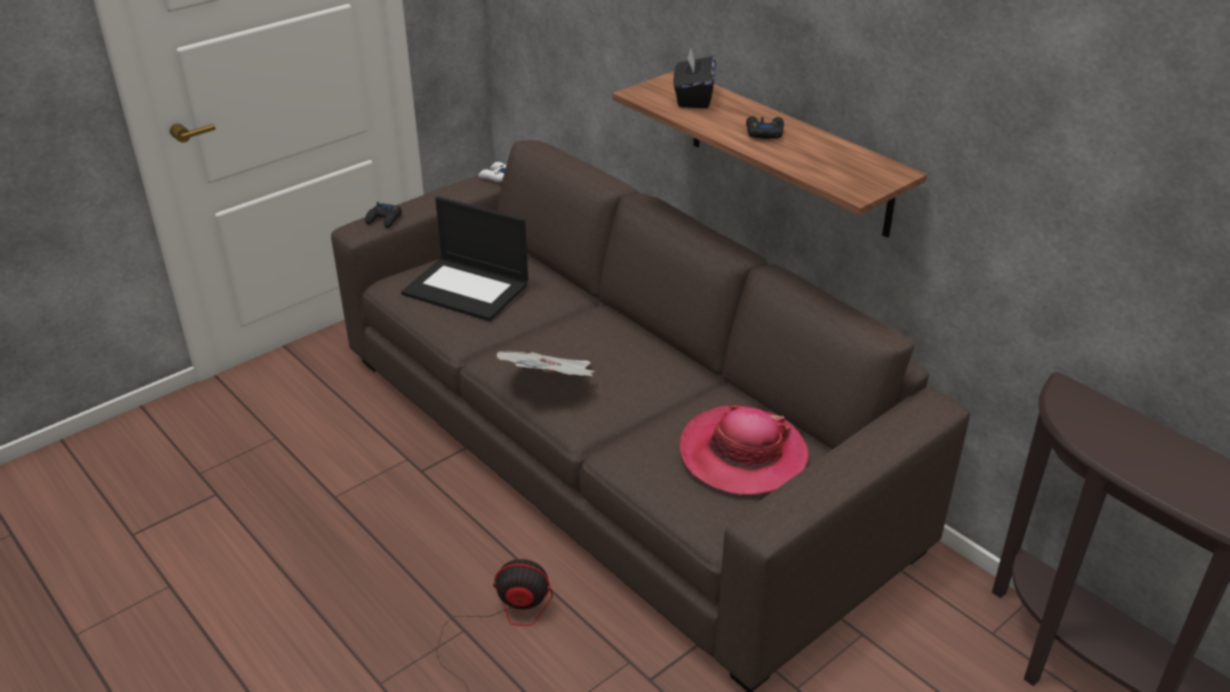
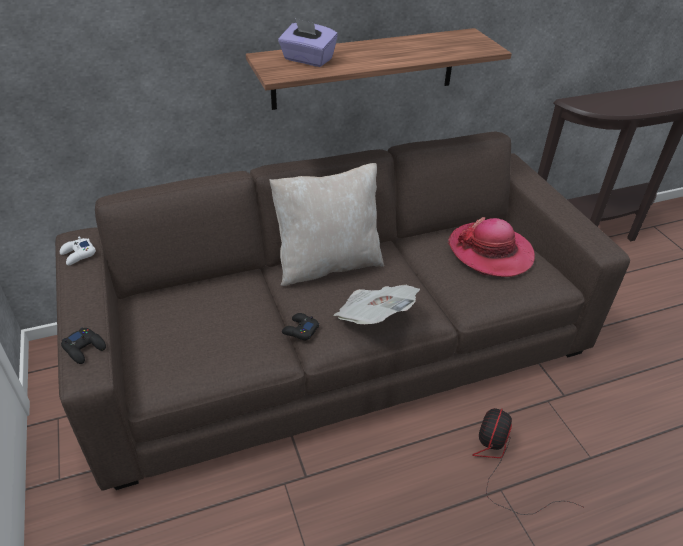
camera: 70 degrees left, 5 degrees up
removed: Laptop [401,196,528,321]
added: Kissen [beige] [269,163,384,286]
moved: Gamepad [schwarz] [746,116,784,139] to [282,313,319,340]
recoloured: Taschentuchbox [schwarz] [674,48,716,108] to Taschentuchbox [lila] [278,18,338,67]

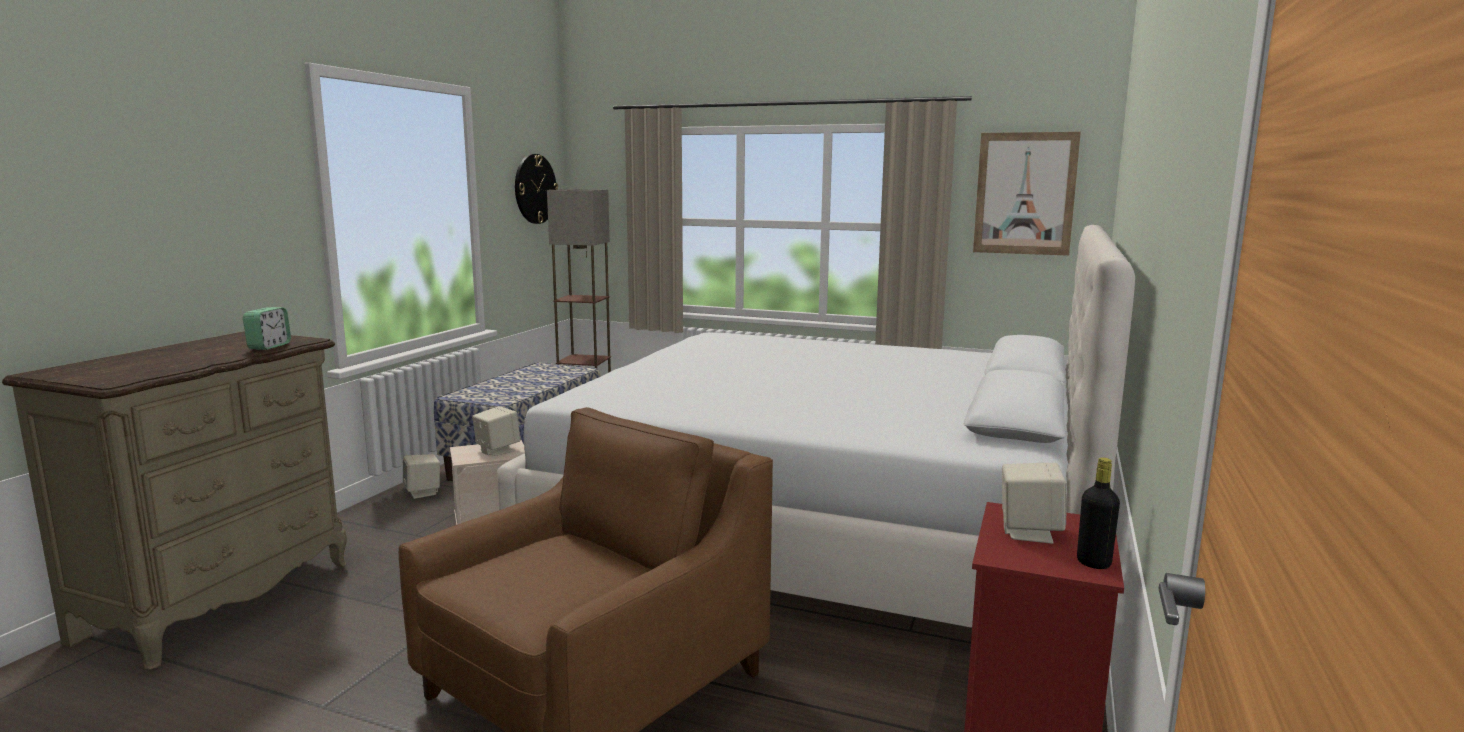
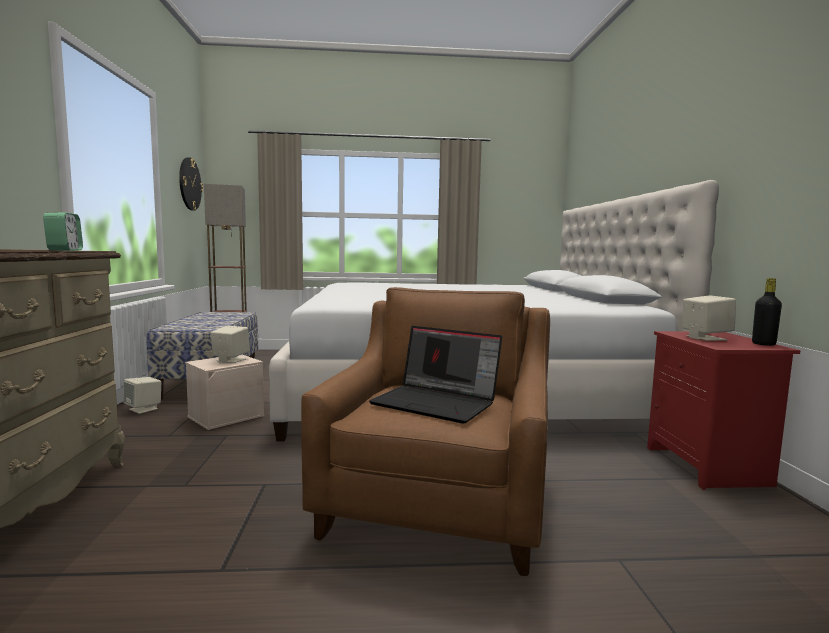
camera: 25 degrees left, 5 degrees down
removed: Bild [973,132,1081,256]
added: Laptop [369,326,502,424]

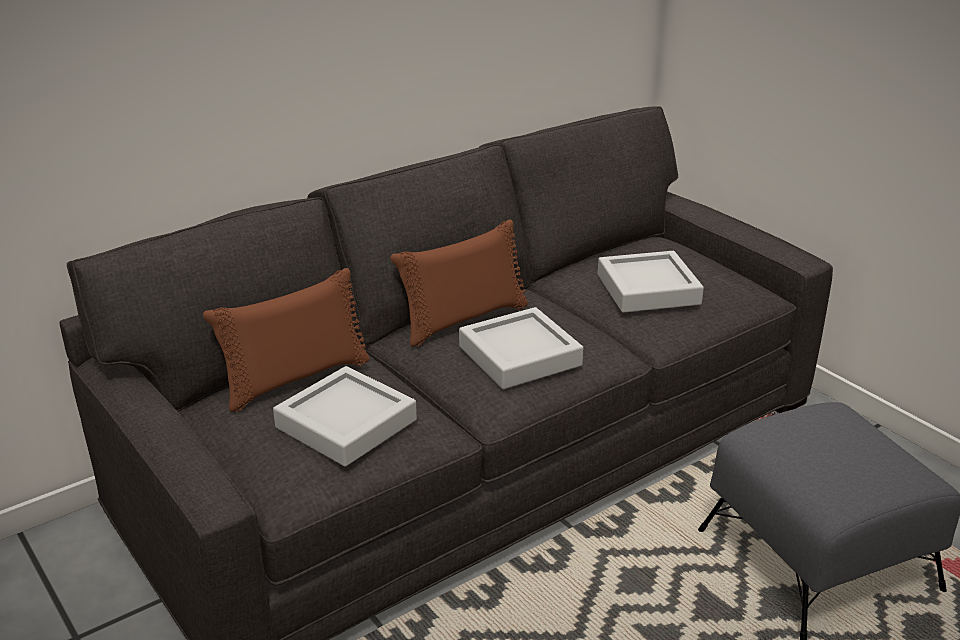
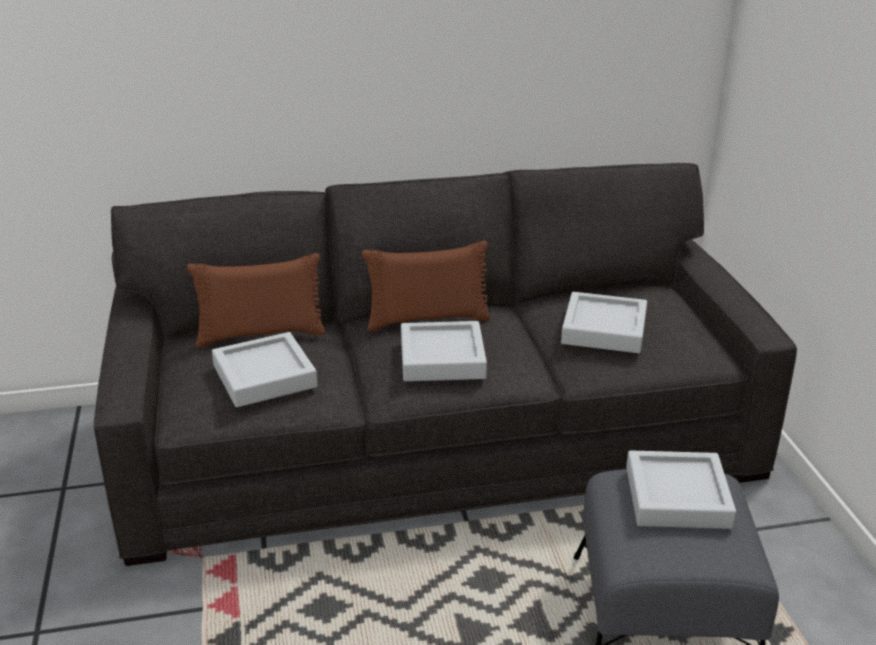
camera: 25 degrees right, 0 degrees up
added: Tablett [grau] [626,450,736,529]

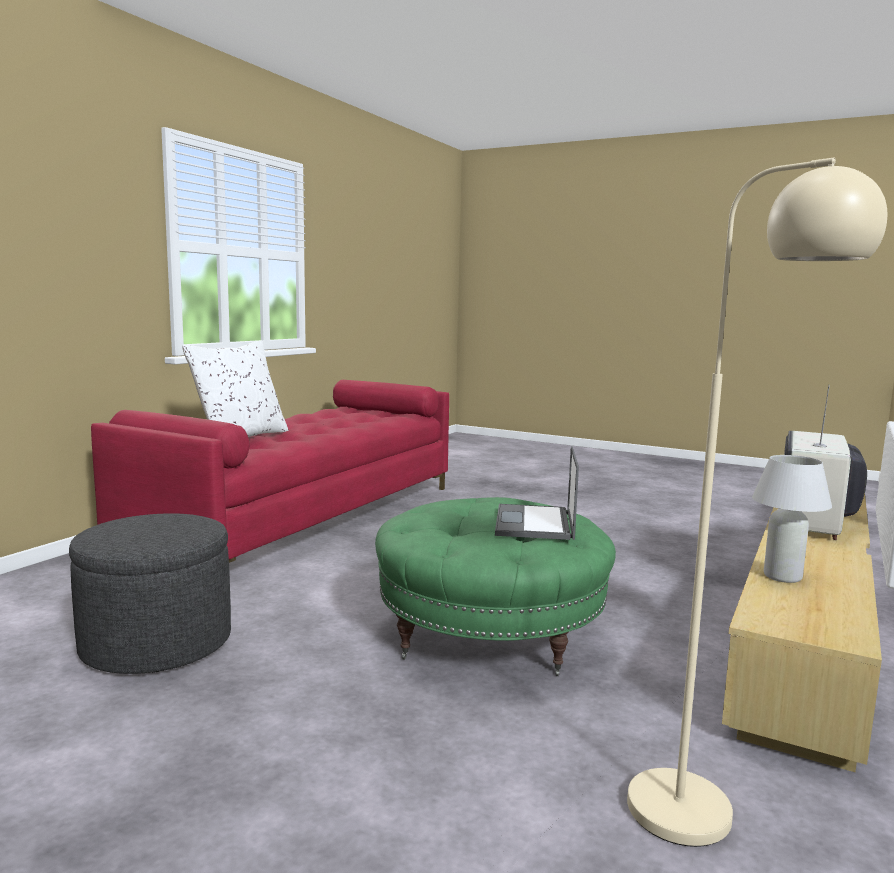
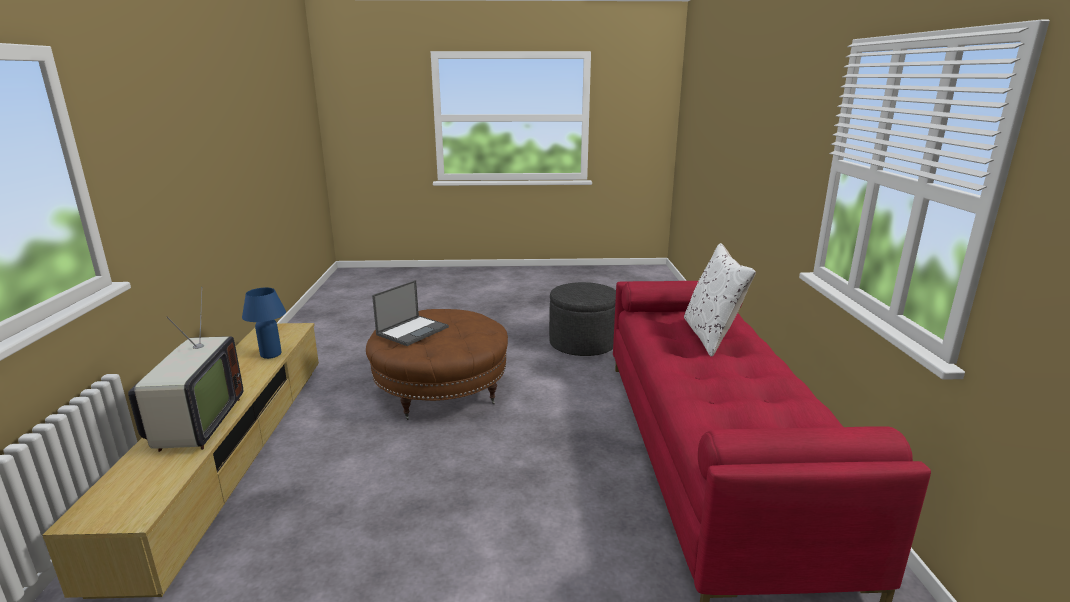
camera: 150 degrees right, 10 degrees up
removed: Stehlampe [beige] [627,157,887,847]
recoloured: Tischlampe [weiß] [752,455,832,583] to Tischlampe [blau] [242,288,286,359]; Polsterhocker [grün] [375,497,616,676] to Polsterhocker [braun] [366,309,508,420]
turned: Laptop [495,446,579,540] = [372,280,449,346] 60 degrees clockwise

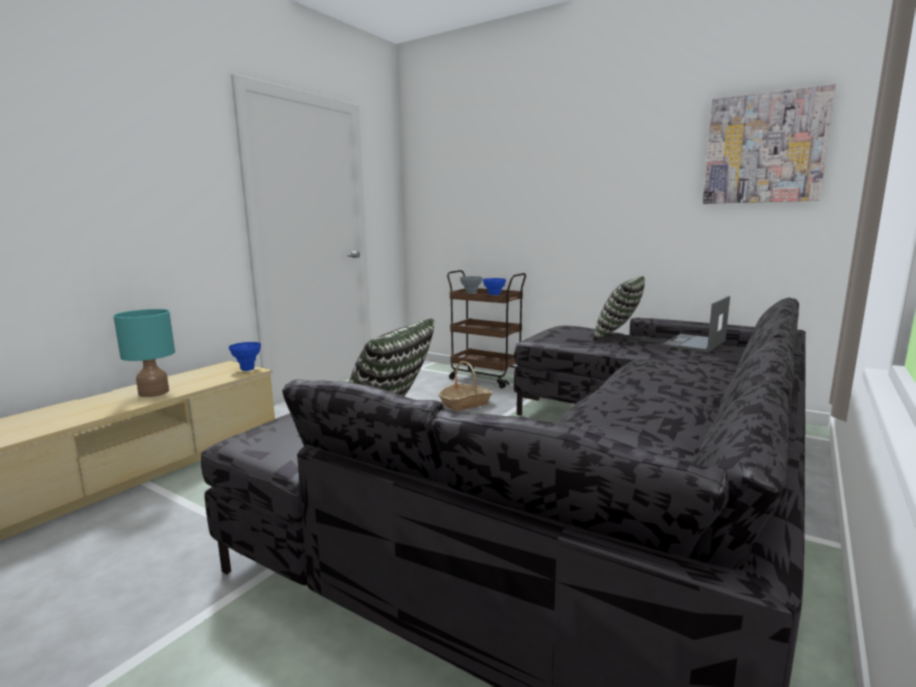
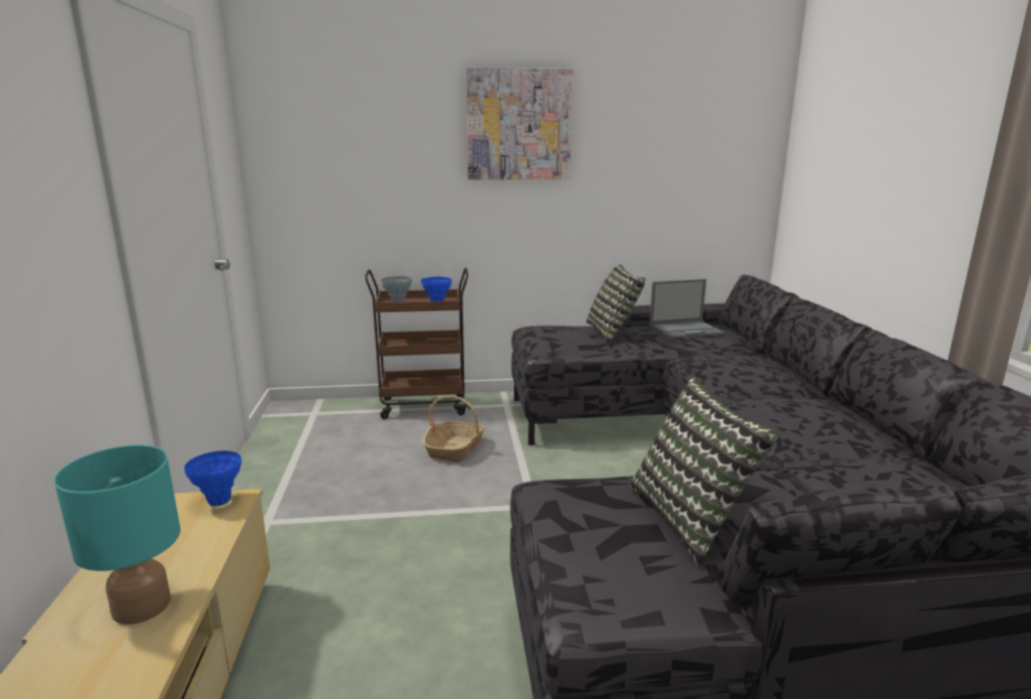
camera: 40 degrees left, 5 degrees up
moved: Bild [703,84,836,204] to [466,67,573,180]
turned: Laptop [661,296,730,353] = [649,279,725,339] 105 degrees counterclockwise

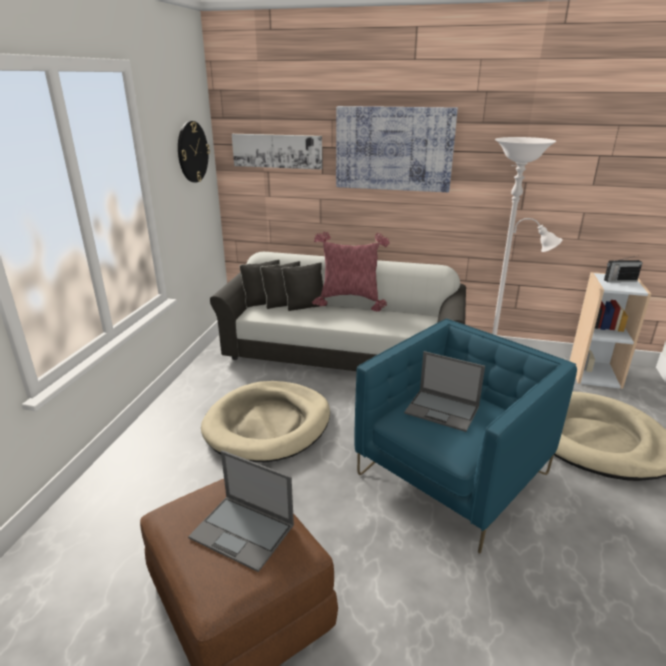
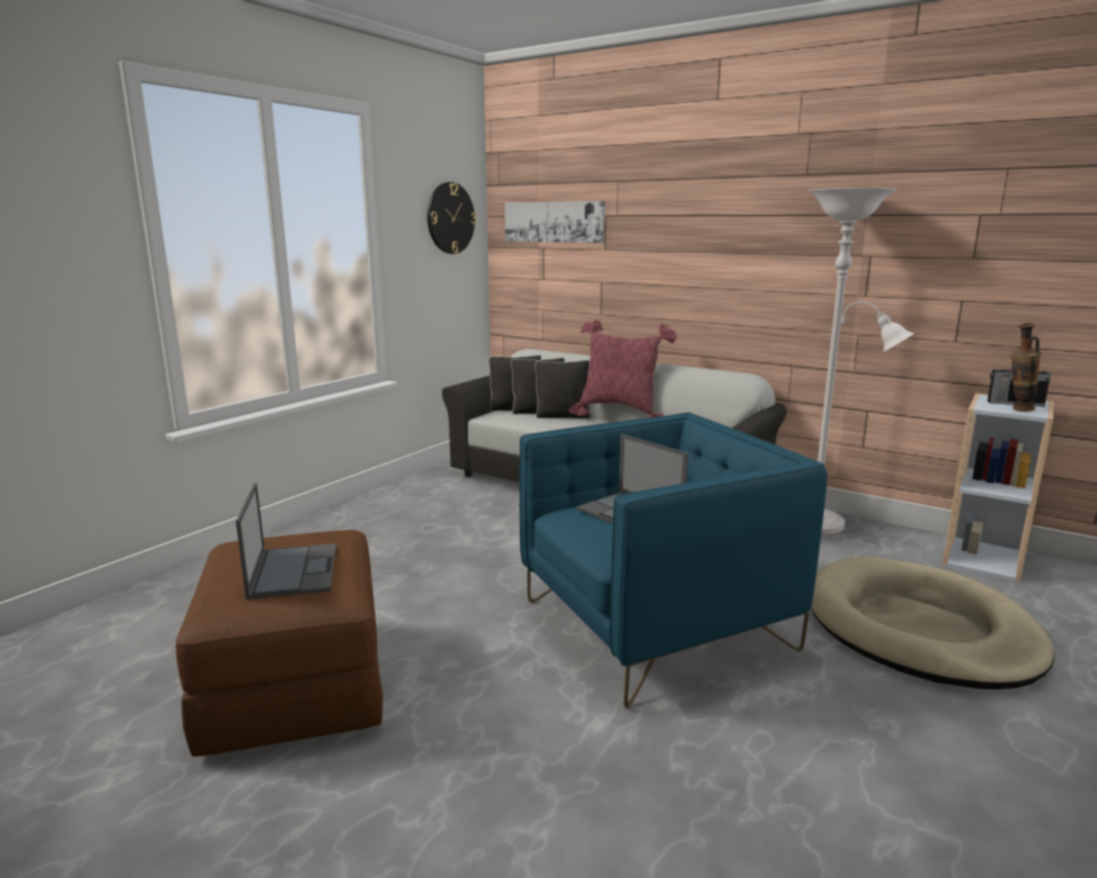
camera: 20 degrees right, 10 degrees down
removed: Bild [336,106,458,192]; Hundebett [beige] [201,381,330,462]
added: Vase [1010,323,1041,412]
turned: Laptop [188,450,294,572] = [236,483,336,599] 150 degrees counterclockwise

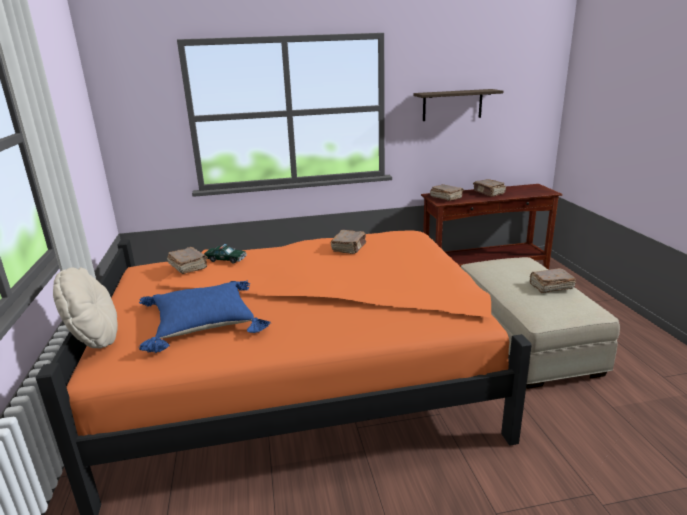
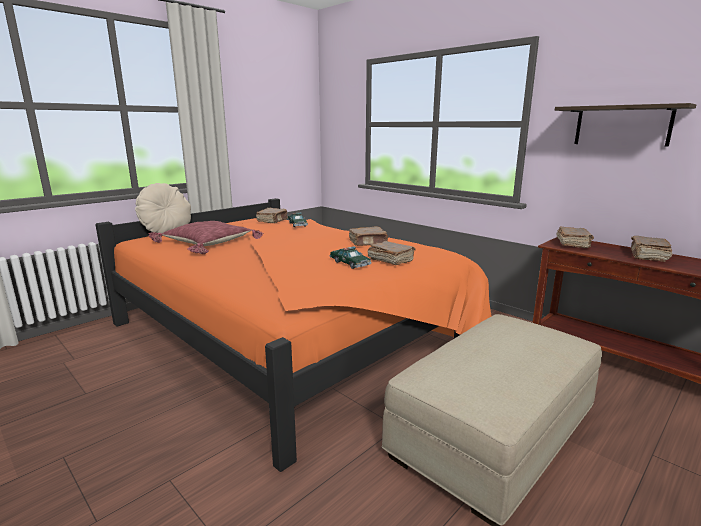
camera: 55 degrees right, 5 degrees down
added: Spielzeugauto [329,246,372,269]
moved: Buch [braun] [530,268,576,293] to [368,241,416,265]
recoloured: Kissen [blau] [139,280,271,353] to Kissen [rot] [148,221,263,254]

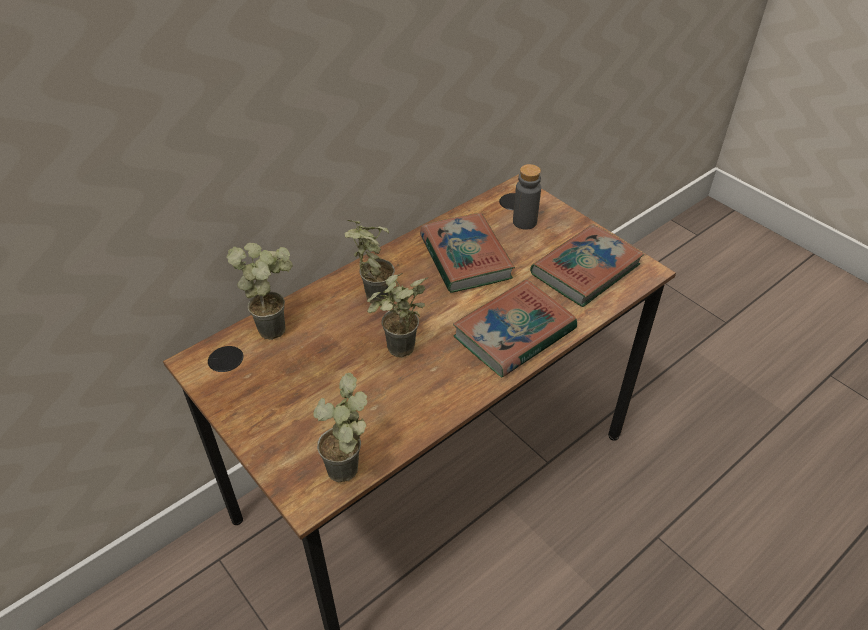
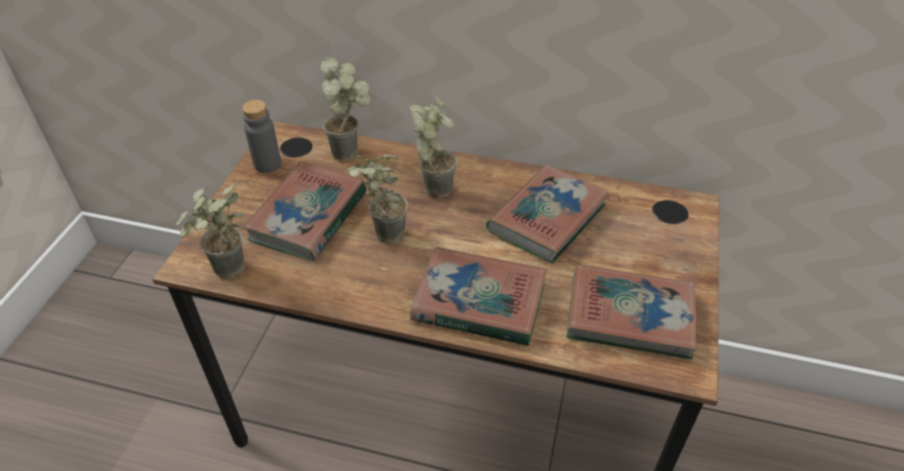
camera: 55 degrees right, 0 degrees up
added: Buch [243,162,367,261]
moved: Flasche [grau] [513,164,541,230] to [242,100,281,173]

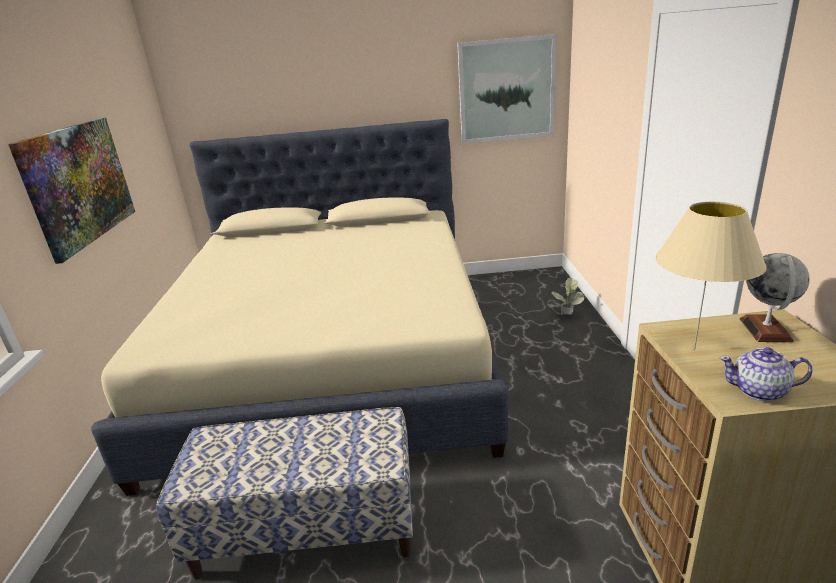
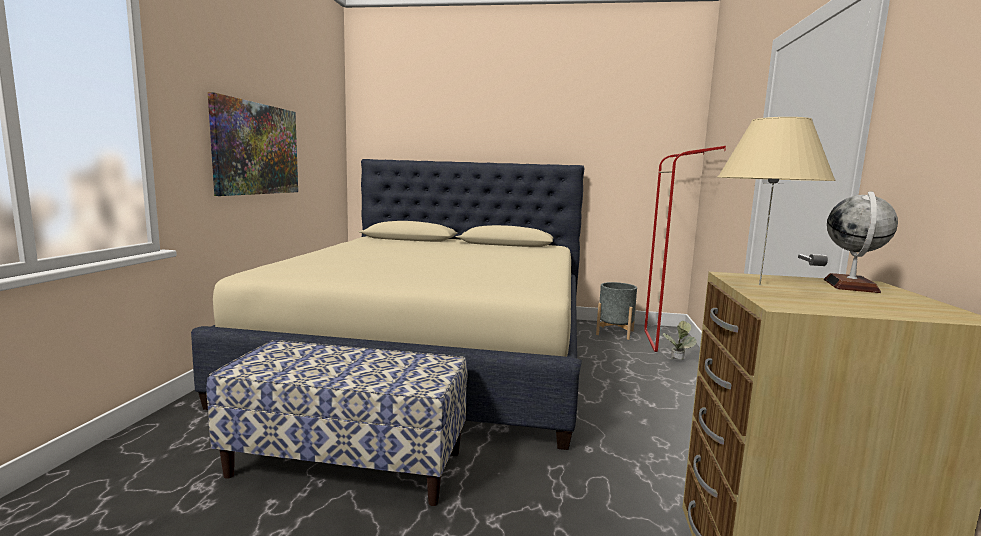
camera: 10 degrees right, 15 degrees down
removed: Bild [457,34,556,144]; Teekanne [719,347,813,401]
added: Kleiderständer [rot] [644,146,726,352]; Pflanzkübel [grau] [596,282,637,340]

